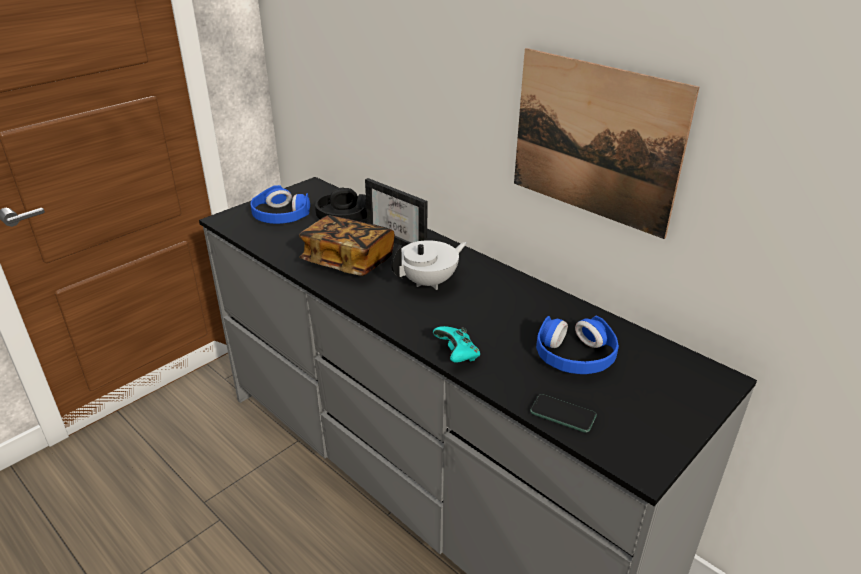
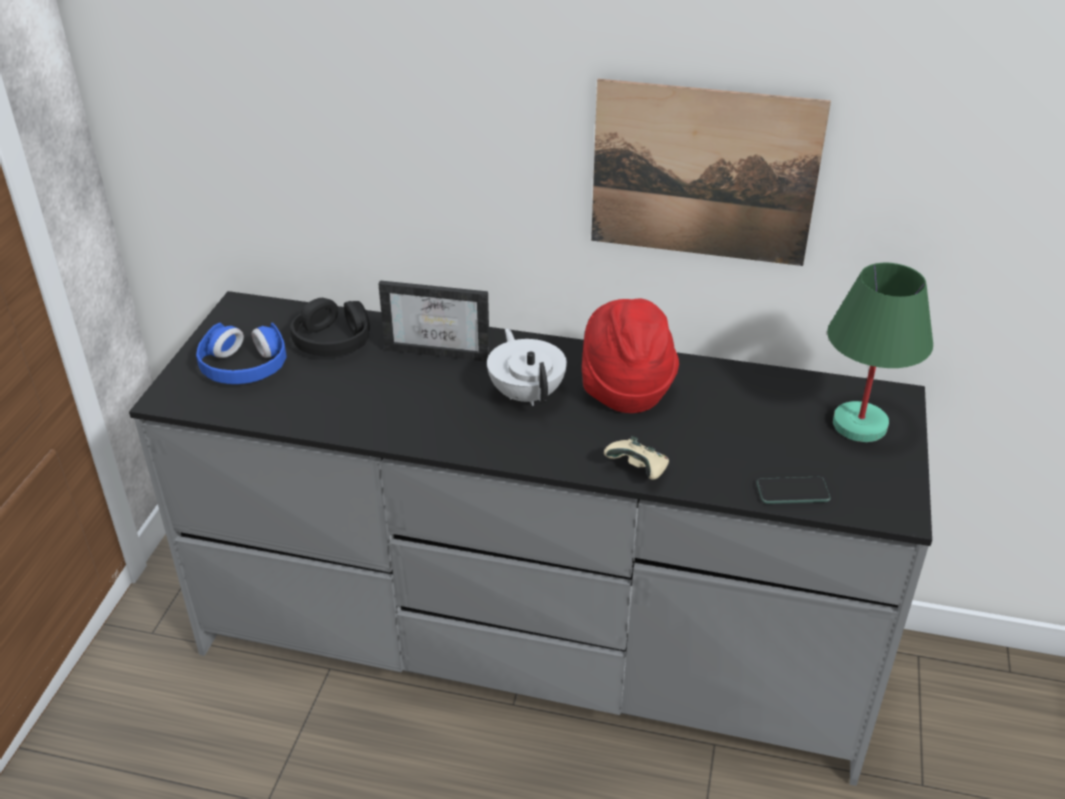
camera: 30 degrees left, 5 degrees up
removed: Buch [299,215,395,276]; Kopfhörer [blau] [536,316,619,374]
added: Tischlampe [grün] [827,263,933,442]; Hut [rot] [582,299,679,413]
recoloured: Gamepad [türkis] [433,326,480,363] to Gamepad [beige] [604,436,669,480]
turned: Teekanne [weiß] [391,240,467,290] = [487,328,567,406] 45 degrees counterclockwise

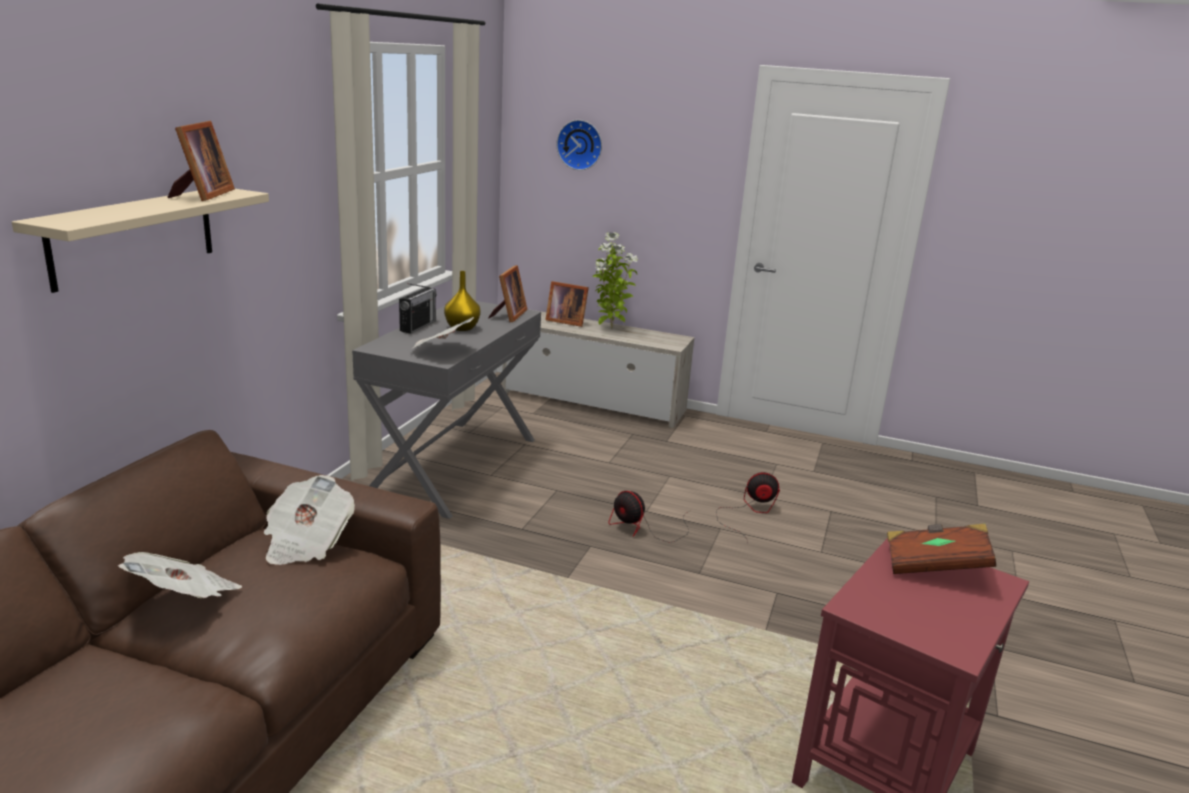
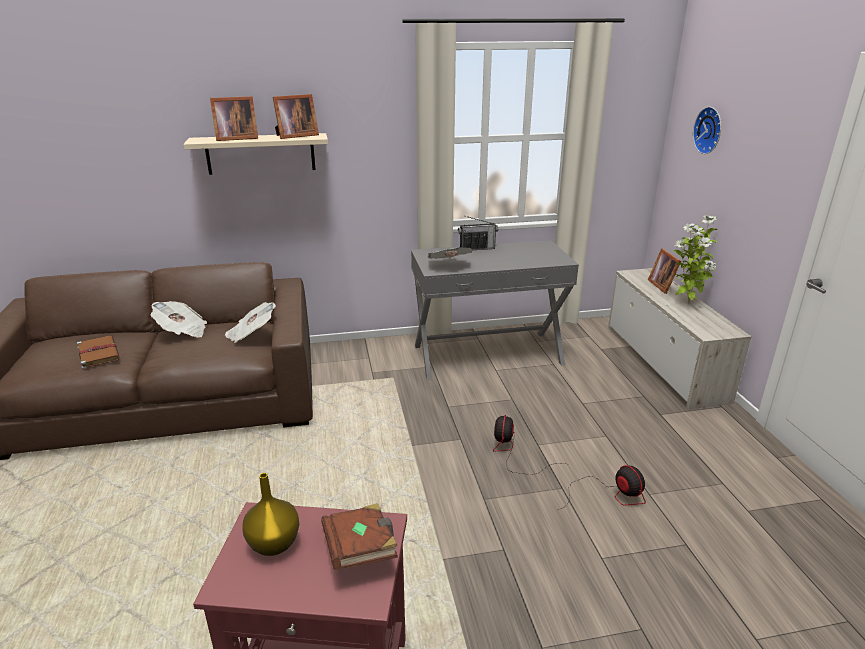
camera: 60 degrees right, 5 degrees up
added: Buch [braun] [77,335,119,369]
moved: Bilderrahmen [488,265,528,322] to [210,96,258,141]; Vase [gelb] [444,271,481,331] to [242,473,299,556]

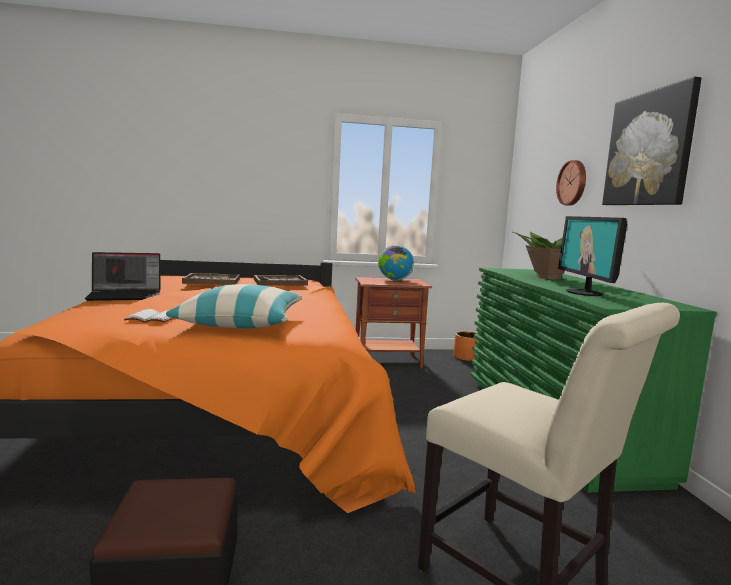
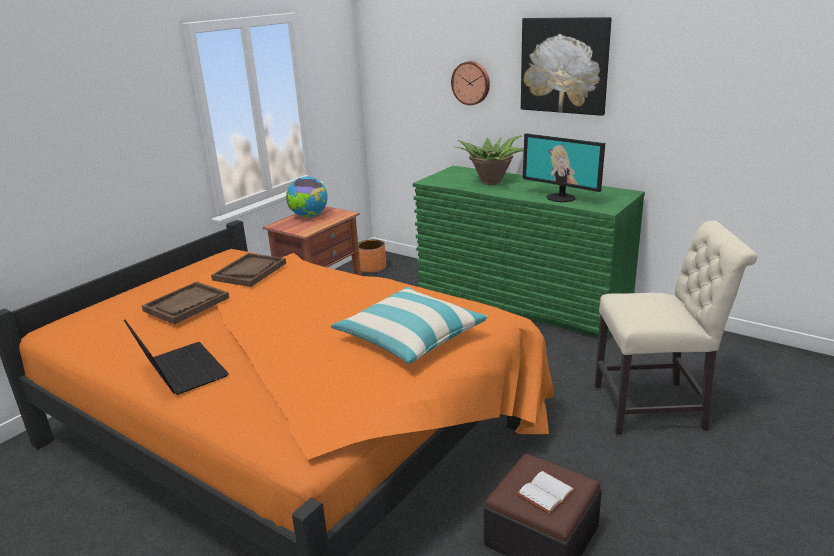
camera: 45 degrees left, 15 degrees up
moved: Buch [weiß] [124,309,173,323] to [516,471,576,514]
turned: Laptop [85,252,160,301] = [124,319,229,395] 60 degrees counterclockwise

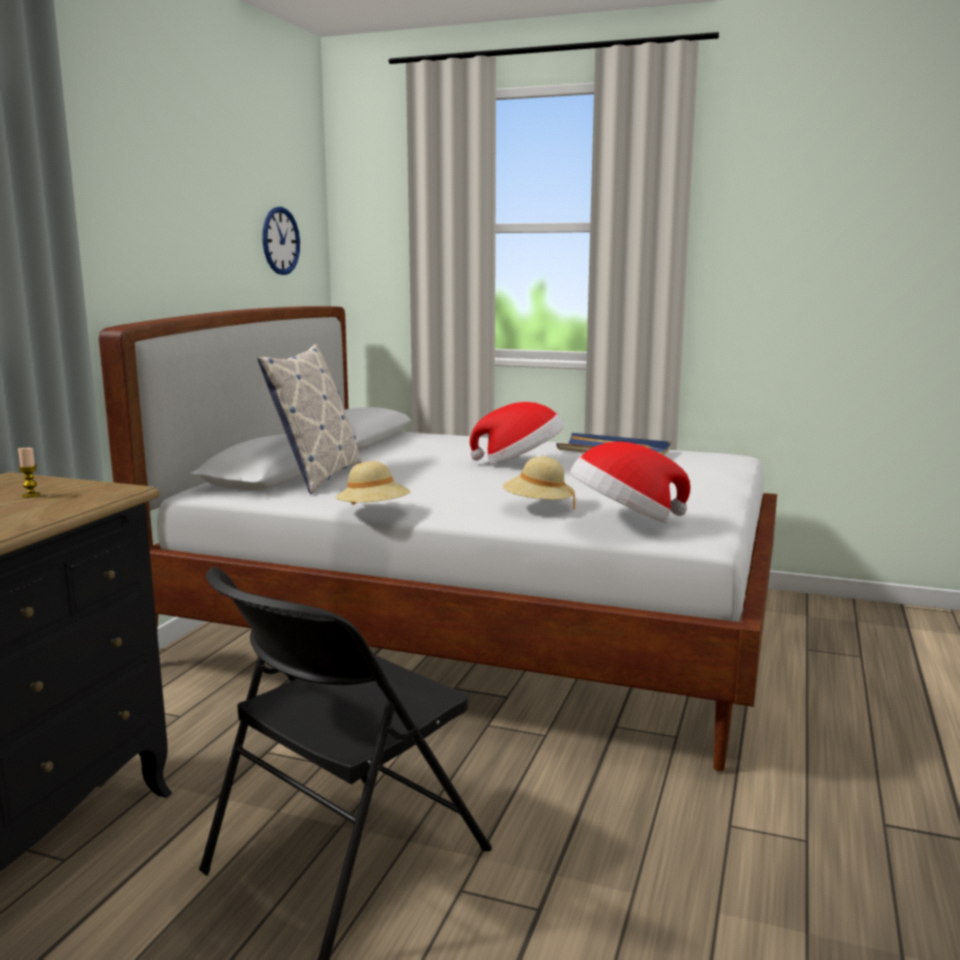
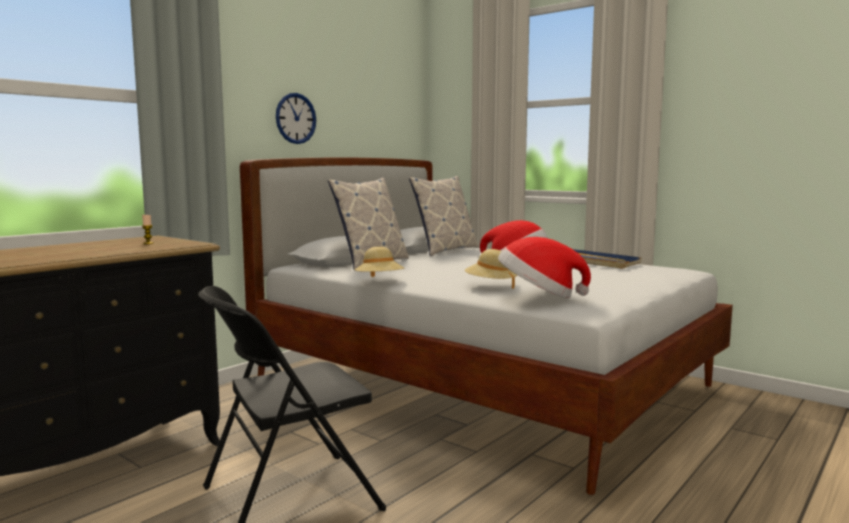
camera: 20 degrees right, 5 degrees down
added: Kissen [409,176,478,256]
moved: Wanduhr [262,207,300,275] to [276,93,316,144]

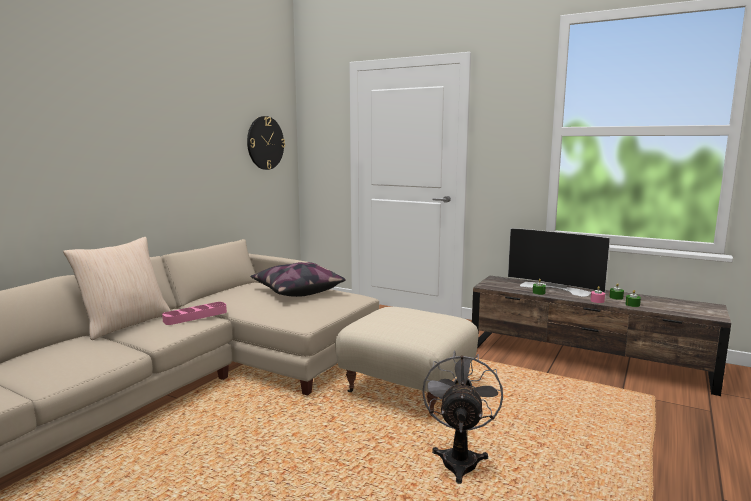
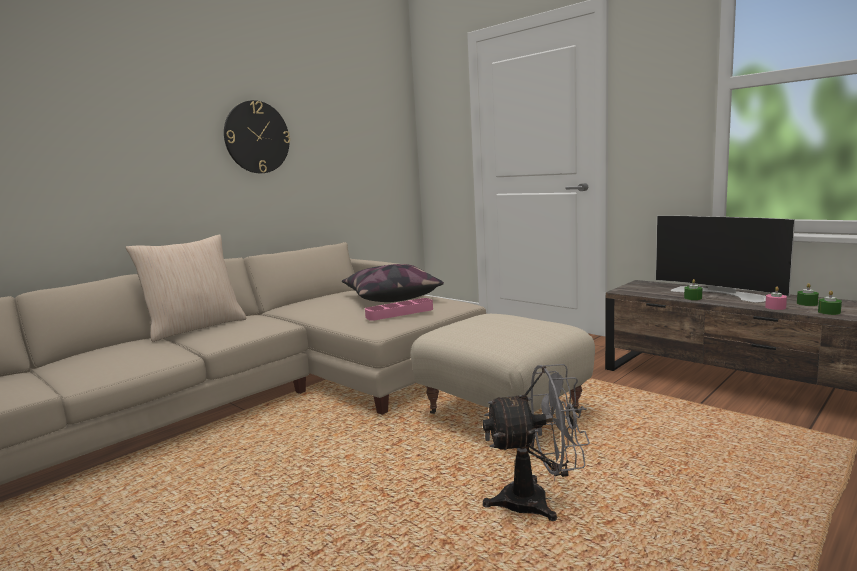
camera: 15 degrees right, 0 degrees up
moved: Wanduhr [247,116,285,170] to [224,100,290,173]; Tablett [rosa] [162,302,227,325] to [365,298,433,321]
turned: Ventilator [grau] [422,351,503,484] = [482,364,590,521] 60 degrees clockwise

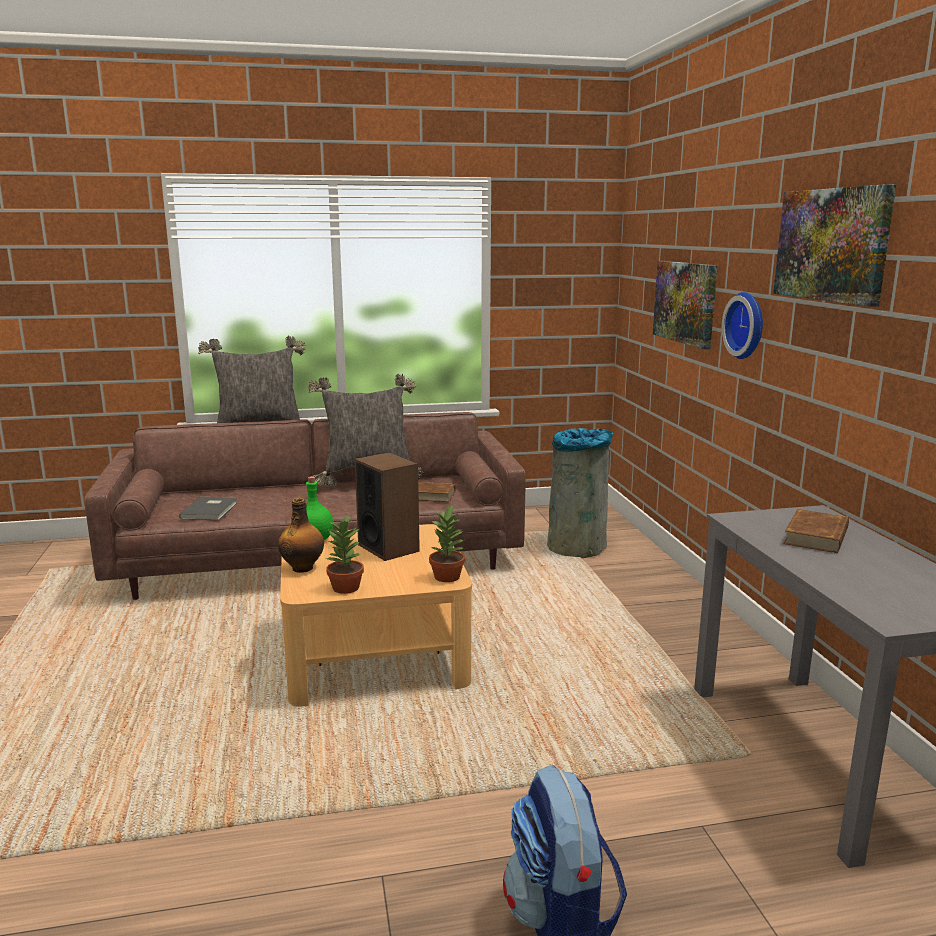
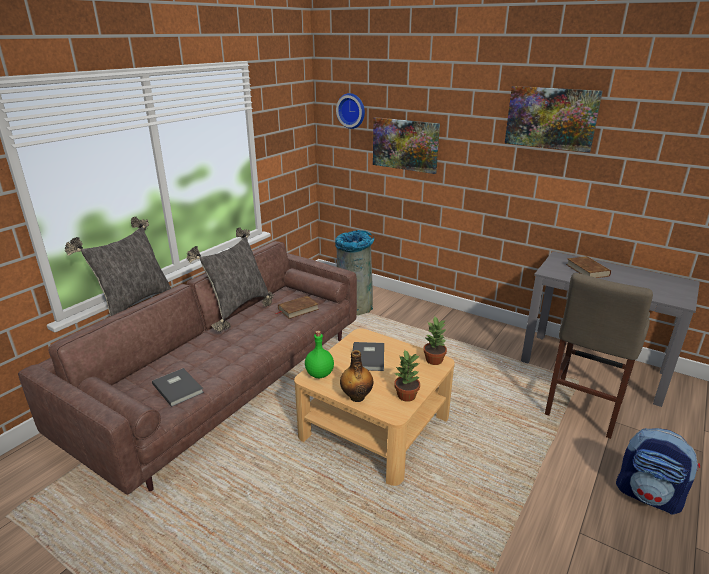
camera: 45 degrees left, 10 degrees up
added: Hocker [beige] [545,273,653,439]
moved: Wanduhr [722,292,763,359] to [336,93,365,129]
replaced: Lautsprecher [355,452,420,561] to Buch [grau] [353,342,384,371]

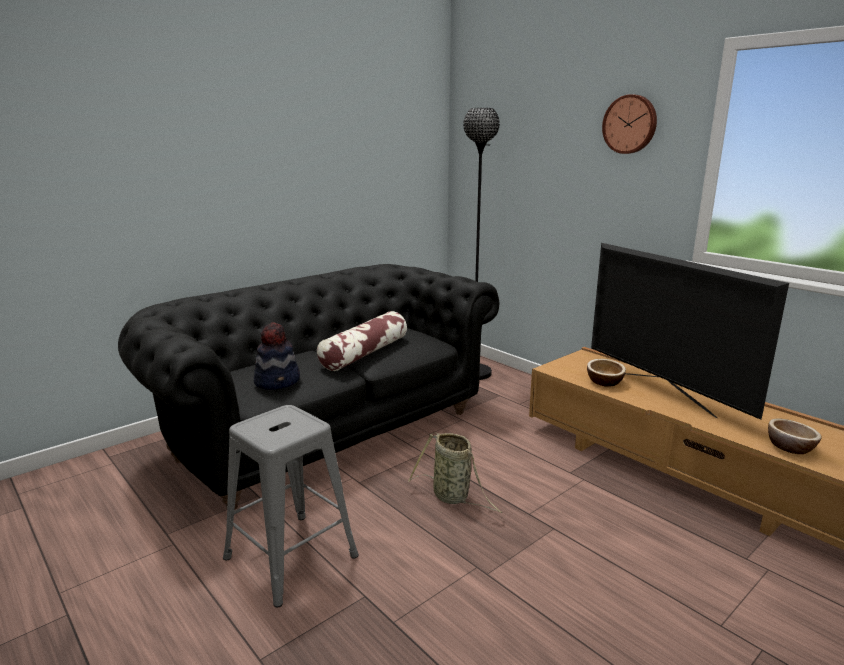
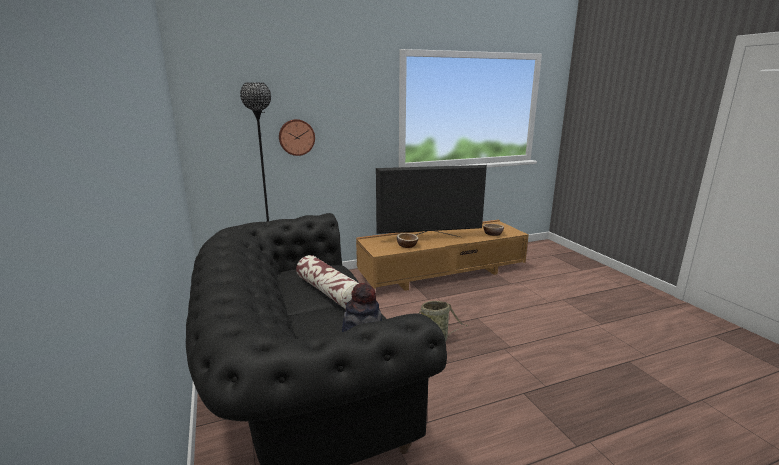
camera: 70 degrees left, 0 degrees up
removed: Hocker [grau] [223,405,359,607]
moved: Wanduhr [602,94,657,154] to [279,119,315,156]

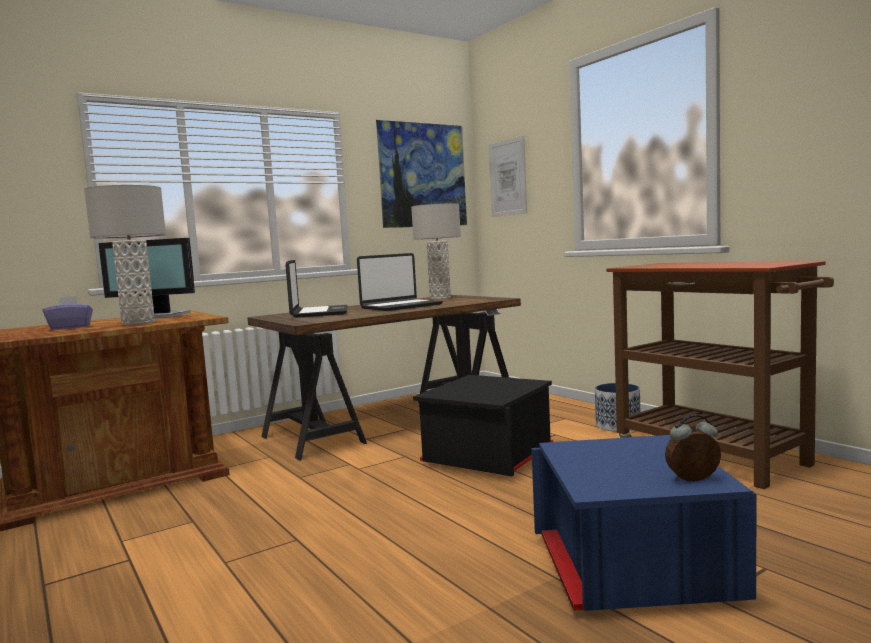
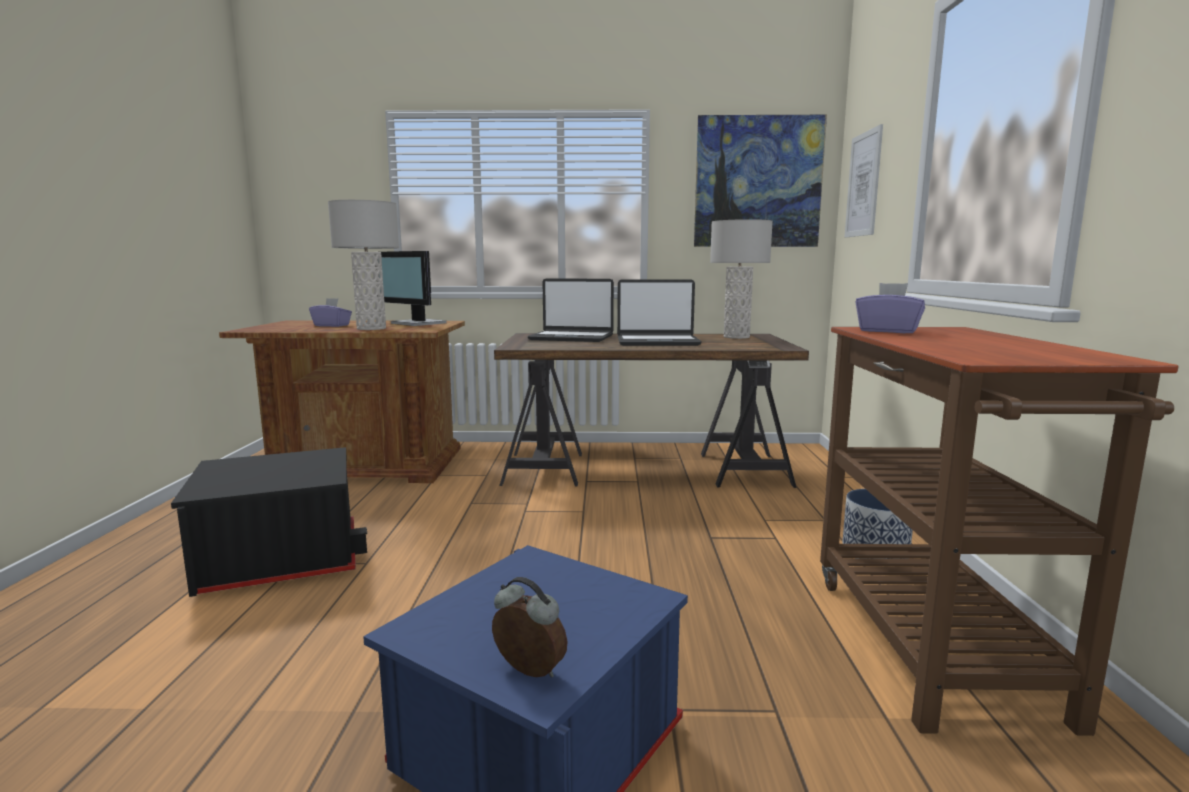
camera: 35 degrees right, 5 degrees up
added: Taschentuchbox [lila] [856,283,925,333]
moved: Aufbewahrungsbox [schwarz] [413,375,553,476] to [171,447,367,597]
turned: Laptop [285,260,348,318] = [528,278,614,342] 75 degrees clockwise

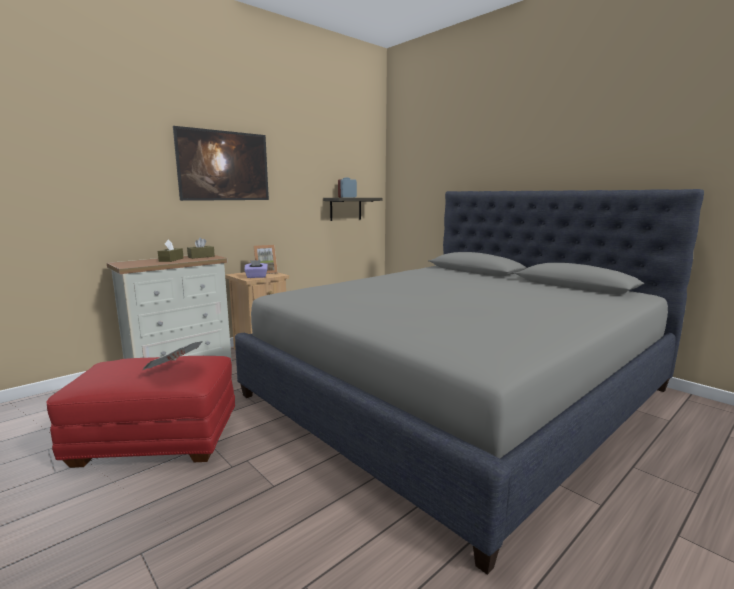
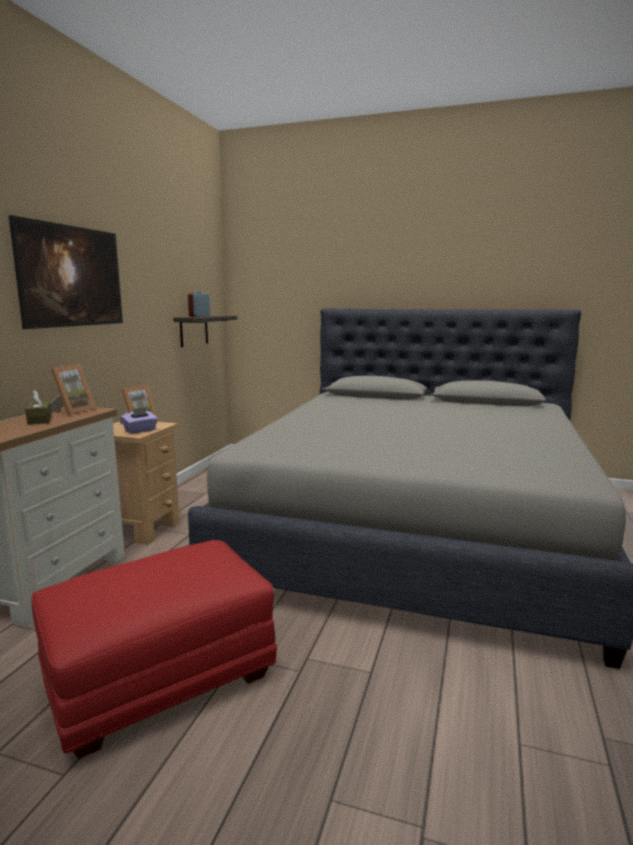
camera: 30 degrees left, 0 degrees up
removed: Zeitung [143,341,203,370]
replaced: Taschentuchbox [braun] [187,238,215,259] to Bilderrahmen [50,364,96,415]

